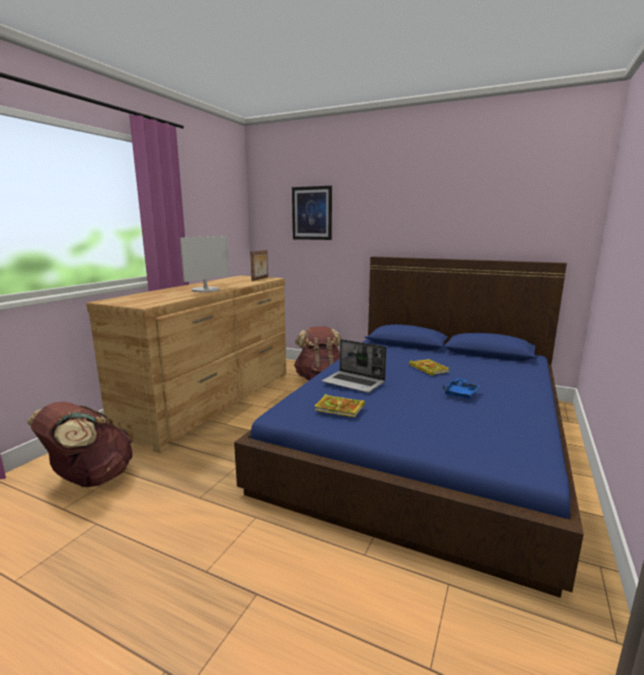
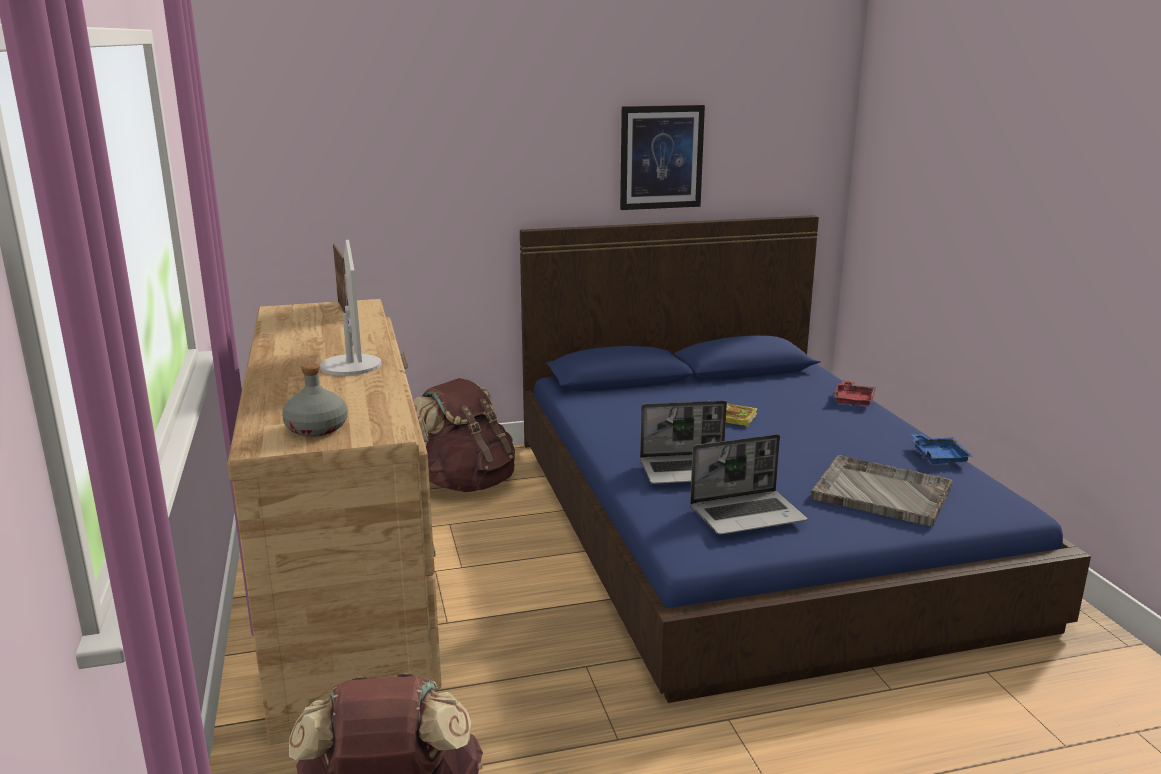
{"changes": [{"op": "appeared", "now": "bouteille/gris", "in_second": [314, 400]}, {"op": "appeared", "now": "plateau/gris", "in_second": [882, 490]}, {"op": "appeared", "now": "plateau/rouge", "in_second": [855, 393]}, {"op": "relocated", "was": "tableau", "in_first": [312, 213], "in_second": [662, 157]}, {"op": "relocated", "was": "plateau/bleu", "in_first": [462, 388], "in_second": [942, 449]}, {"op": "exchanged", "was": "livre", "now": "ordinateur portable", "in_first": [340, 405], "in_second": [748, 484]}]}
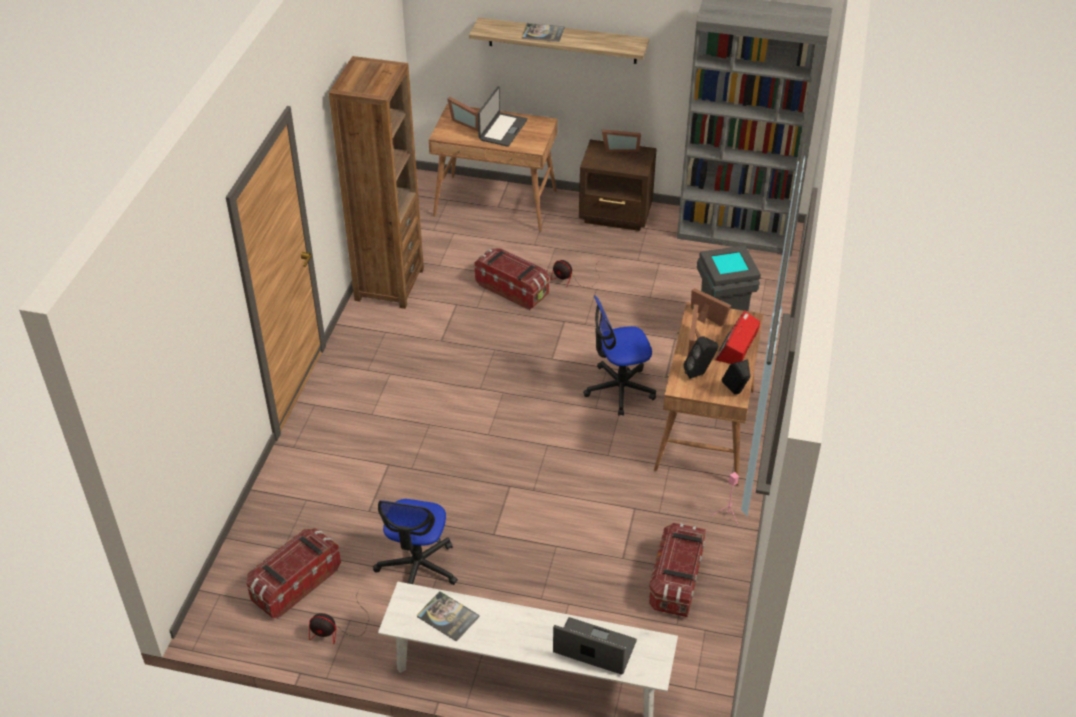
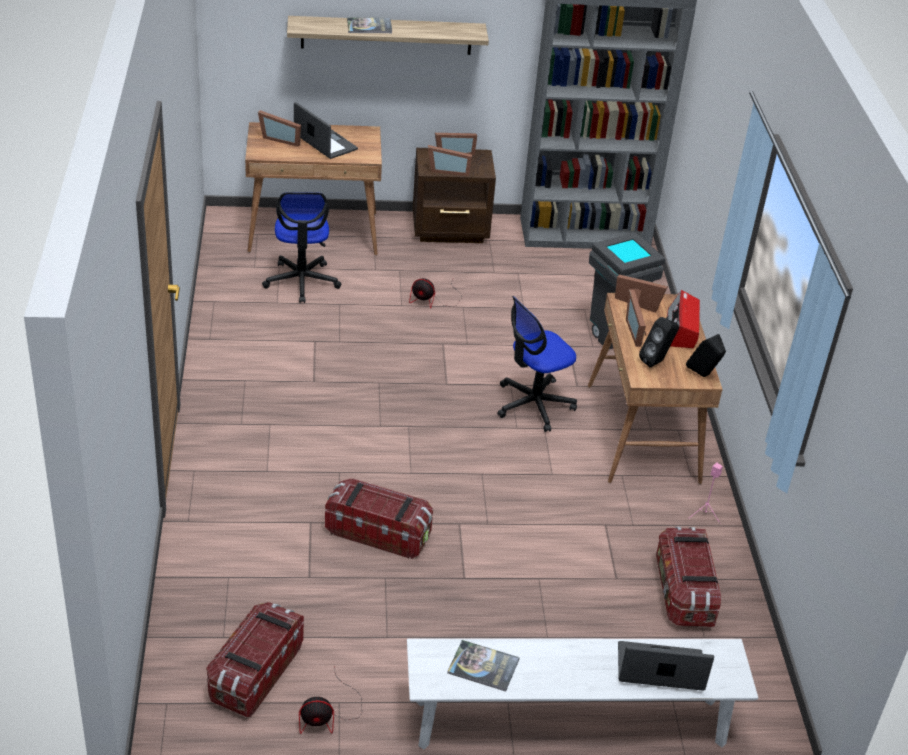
{"changes": [{"op": "missing", "was": "bibliothèque/marron", "in_first": [376, 182]}, {"op": "appeared", "now": "cadre photo", "in_second": [450, 160]}, {"op": "relocated", "was": "chaise de bureau", "in_first": [415, 542], "in_second": [301, 247]}, {"op": "relocated", "was": "boîte de rangement", "in_first": [511, 279], "in_second": [379, 519]}, {"op": "spun", "was": "ordinateur portable", "in_first": [503, 116], "in_second": [326, 130], "clockwise": -45}]}
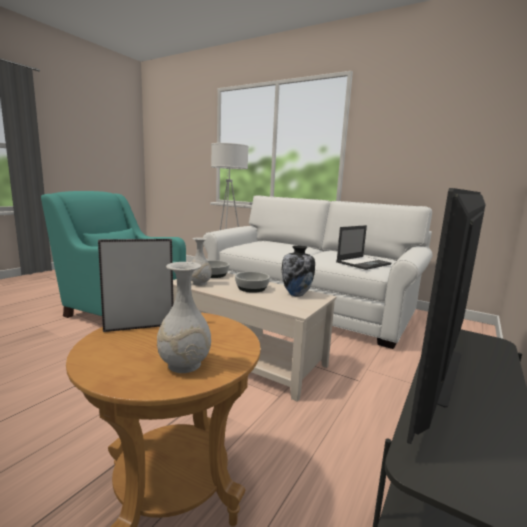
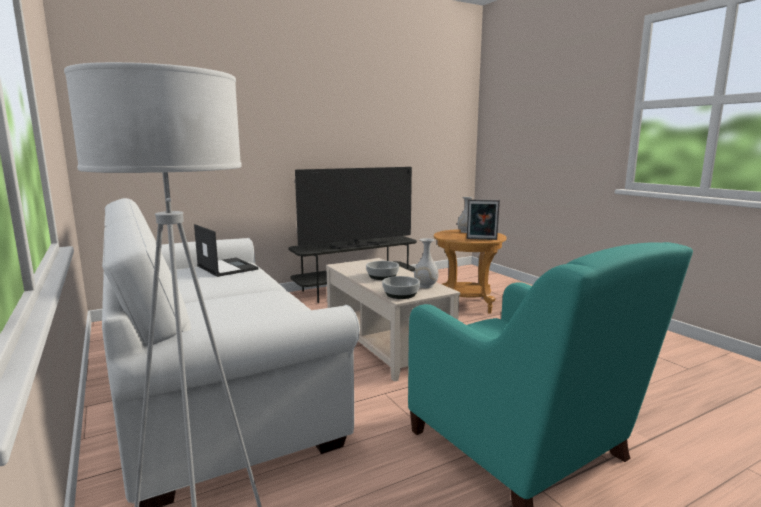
{"changes": [{"op": "missing", "was": "vase", "in_first": [298, 271]}, {"op": "spun", "was": "ordinateur portable", "in_first": [363, 247], "in_second": [226, 250], "clockwise": 60}]}
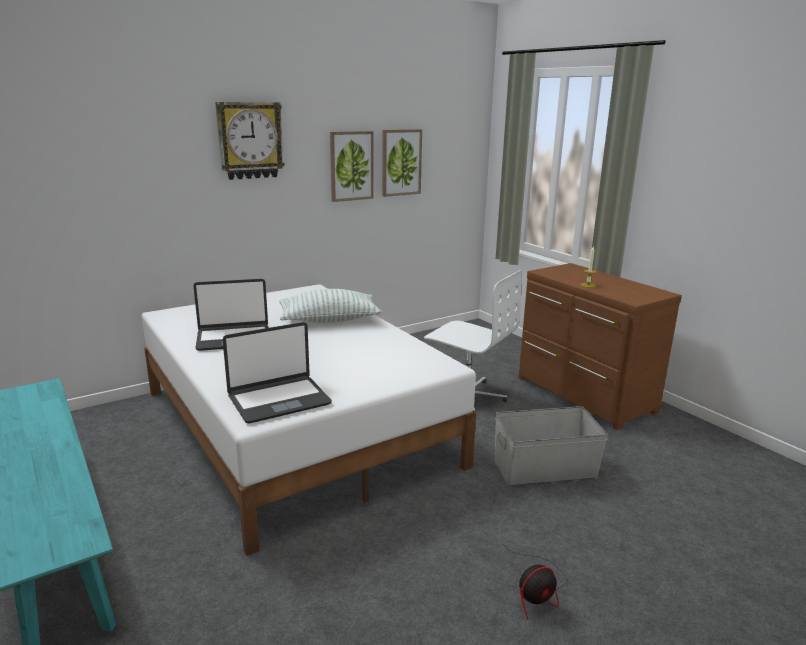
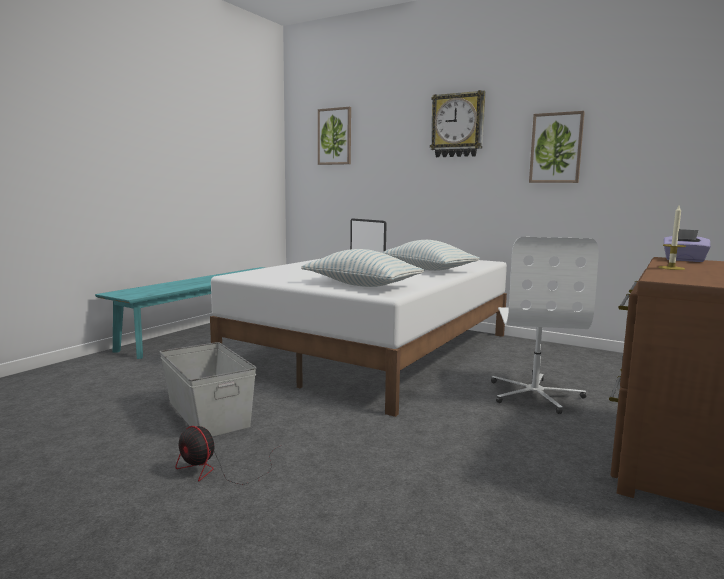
{"changes": [{"op": "missing", "was": "ordinateur portable", "in_first": [277, 372]}, {"op": "appeared", "now": "coussin", "in_second": [362, 268]}, {"op": "appeared", "now": "boîte à mouchoirs/violet", "in_second": [687, 245]}, {"op": "relocated", "was": "tableau", "in_first": [402, 163], "in_second": [334, 136]}, {"op": "relocated", "was": "boîte de rangement/gris", "in_first": [551, 445], "in_second": [208, 389]}]}
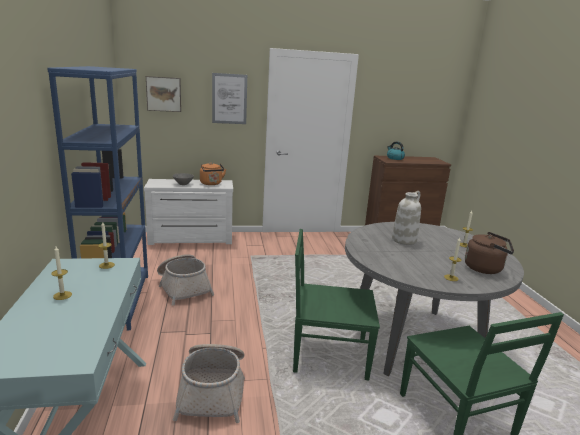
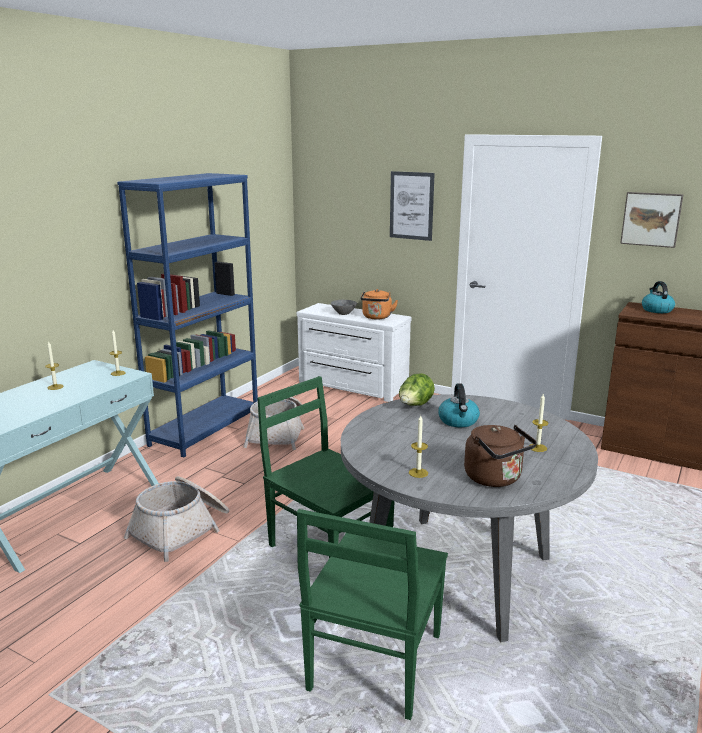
{"changes": [{"op": "appeared", "now": "laitue", "in_second": [417, 389]}, {"op": "relocated", "was": "tableau", "in_first": [163, 94], "in_second": [651, 220]}, {"op": "exchanged", "was": "vase/blanc", "now": "bouilloire", "in_first": [406, 218], "in_second": [459, 405]}]}
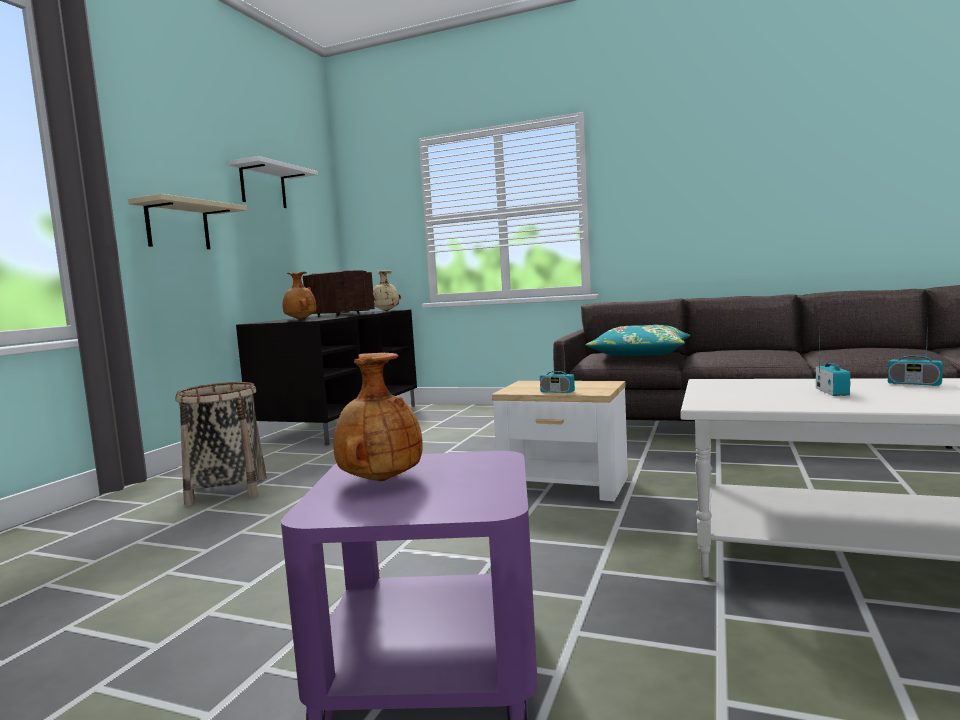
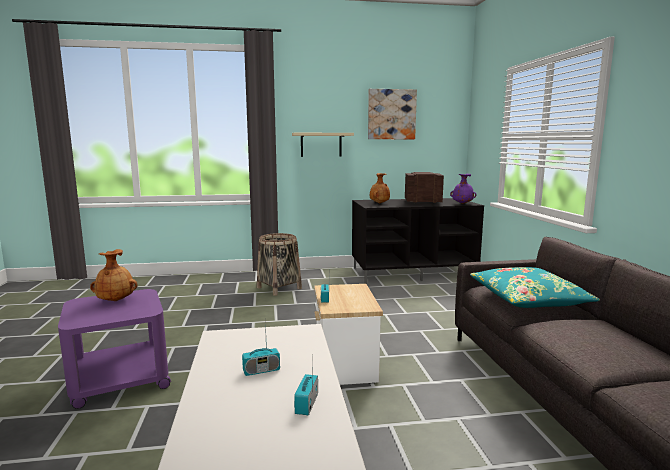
{"changes": [{"op": "exchanged", "was": "étagère/blanc", "now": "tableau", "in_first": [273, 182], "in_second": [392, 114]}, {"op": "colour", "was": "vase/beige", "now": "vase/violet", "in_first": [387, 290], "in_second": [463, 189]}]}
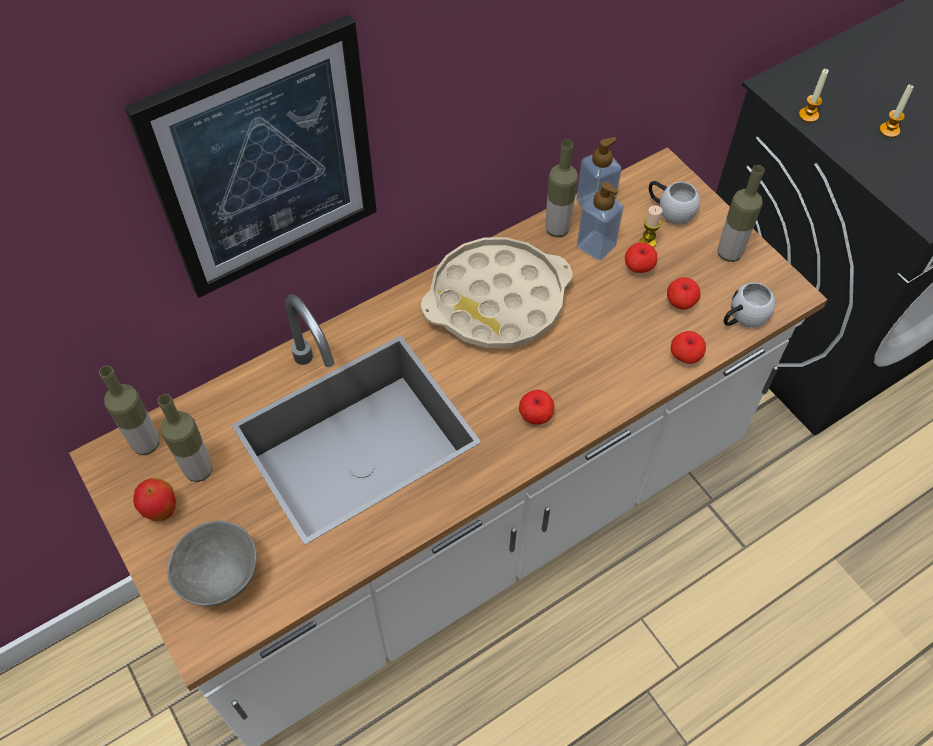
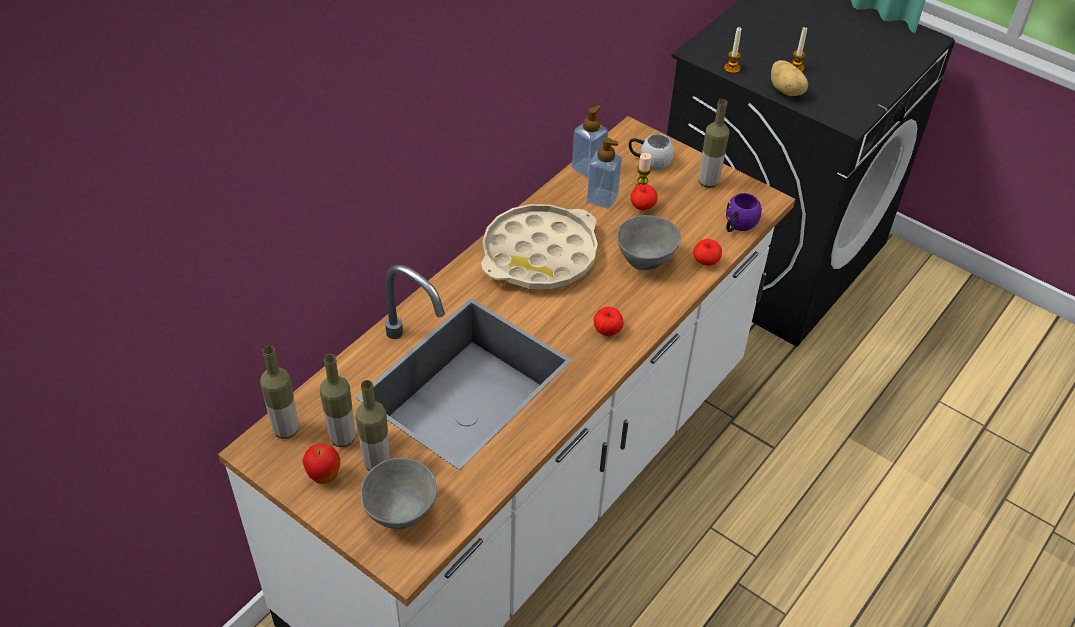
{"changes": [{"op": "missing", "was": "tableau", "in_first": [250, 156]}, {"op": "missing", "was": "pomme", "in_first": [684, 293]}, {"op": "appeared", "now": "bol/gris", "in_second": [649, 242]}, {"op": "appeared", "now": "pomme de terre", "in_second": [789, 78]}, {"op": "relocated", "was": "bouteille", "in_first": [561, 188], "in_second": [372, 425]}, {"op": "colour", "was": "mug/blanc", "now": "mug/violet", "in_first": [749, 304], "in_second": [744, 212]}]}
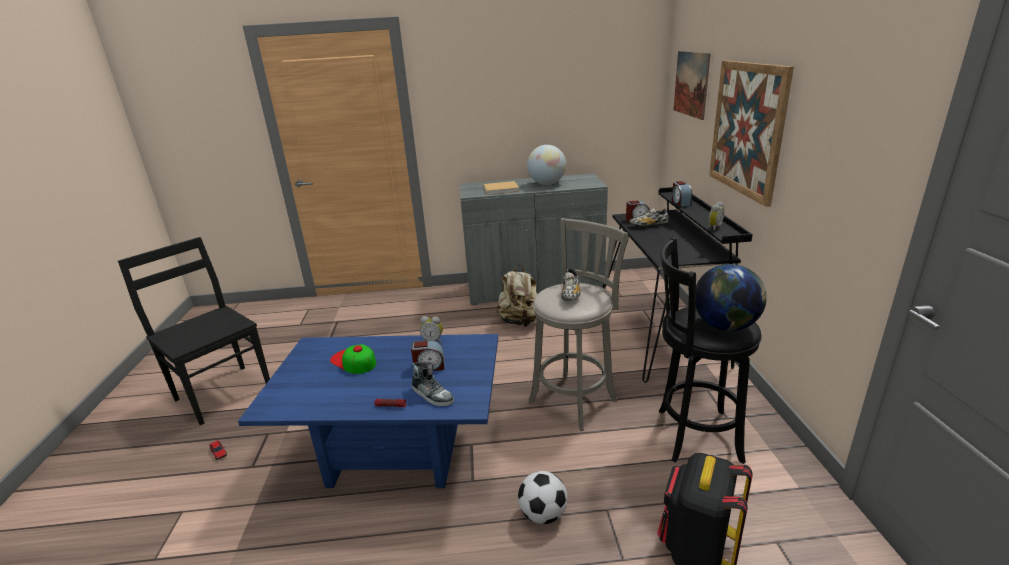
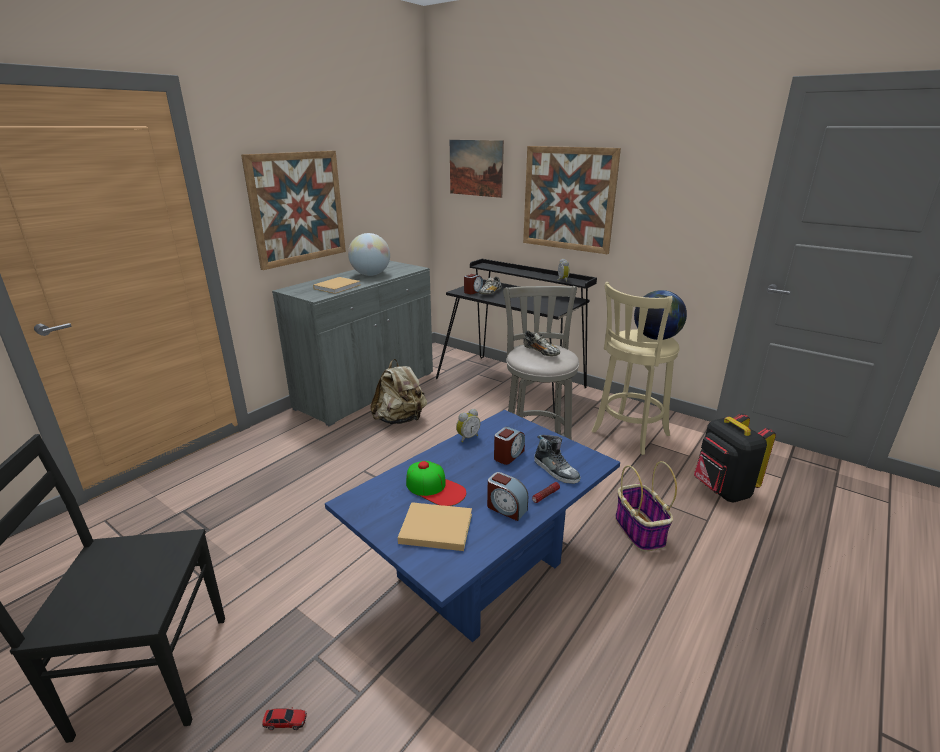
{"changes": [{"op": "appeared", "now": "tableau", "in_second": [293, 210]}, {"op": "appeared", "now": "livre/beige", "in_second": [435, 526]}, {"op": "relocated", "was": "réveil", "in_first": [682, 194], "in_second": [507, 496]}, {"op": "exchanged", "was": "ballon de foot", "now": "panier", "in_first": [543, 497], "in_second": [646, 506]}, {"op": "colour", "was": "tabouret/noir", "now": "tabouret/beige", "in_first": [710, 350], "in_second": [636, 368]}, {"op": "spun", "was": "casquette", "in_first": [353, 359], "in_second": [436, 483], "clockwise": -135}, {"op": "spun", "was": "chaussure", "in_first": [432, 384], "in_second": [557, 459], "clockwise": 60}]}
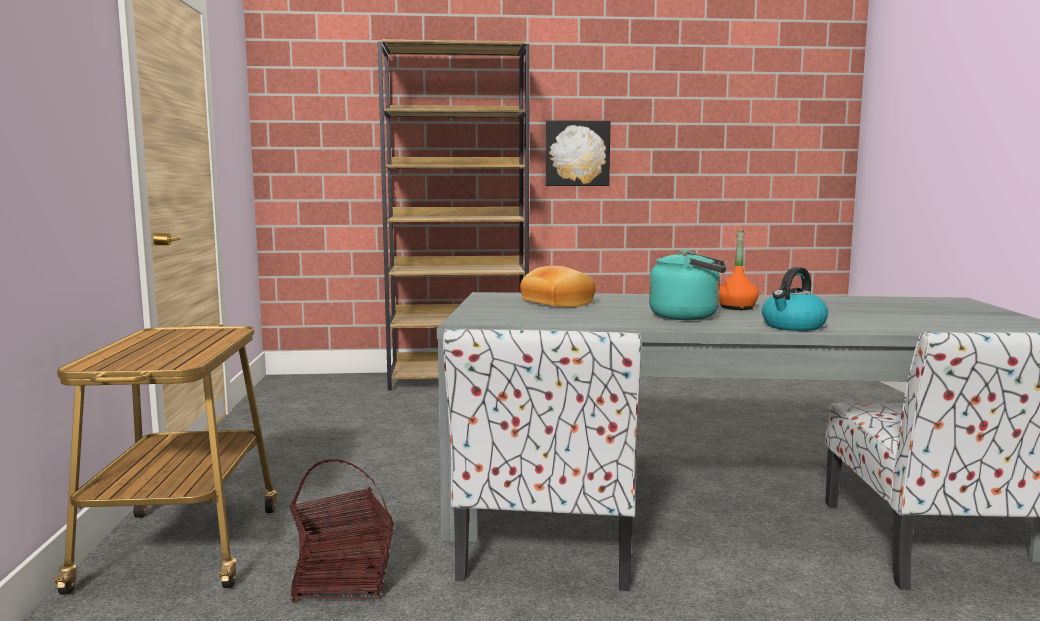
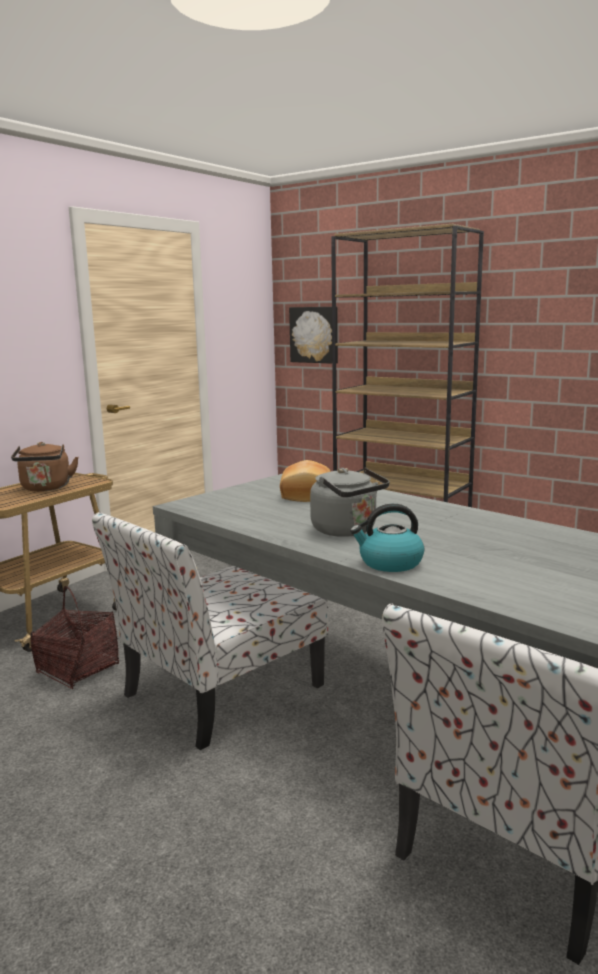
{"changes": [{"op": "missing", "was": "bouteille/orange", "in_first": [739, 270]}, {"op": "appeared", "now": "bouilloire/marron", "in_second": [45, 467]}, {"op": "relocated", "was": "tableau", "in_first": [578, 153], "in_second": [313, 335]}, {"op": "colour", "was": "bouilloire/turquoise", "now": "bouilloire/gris", "in_first": [687, 285], "in_second": [350, 502]}]}
